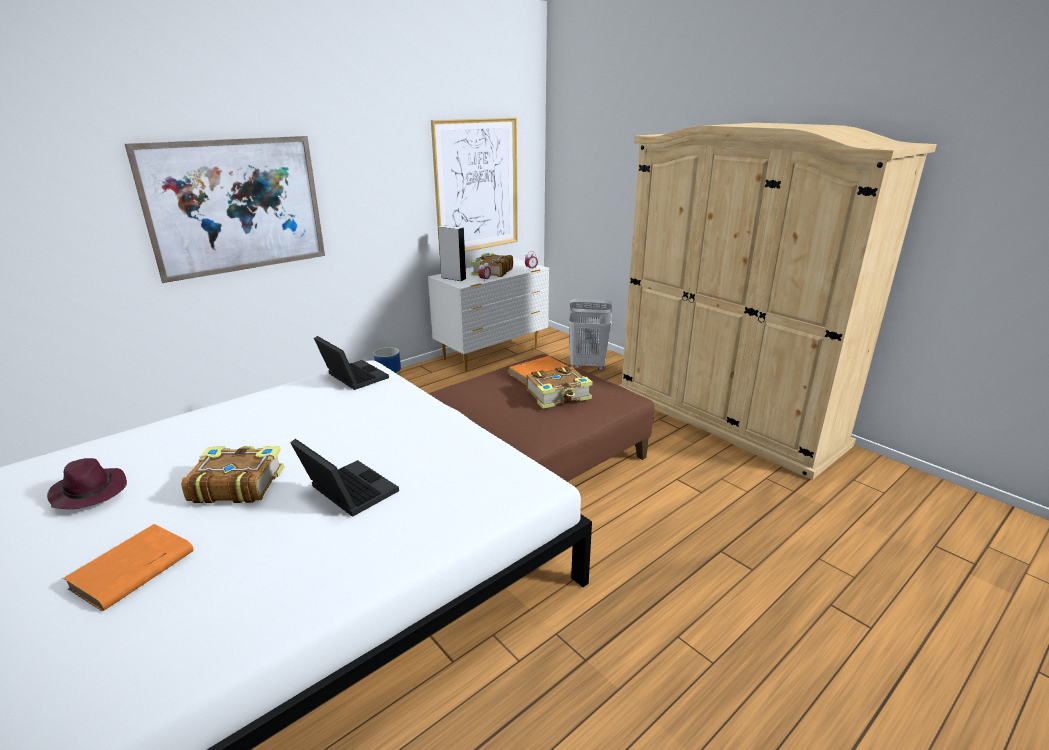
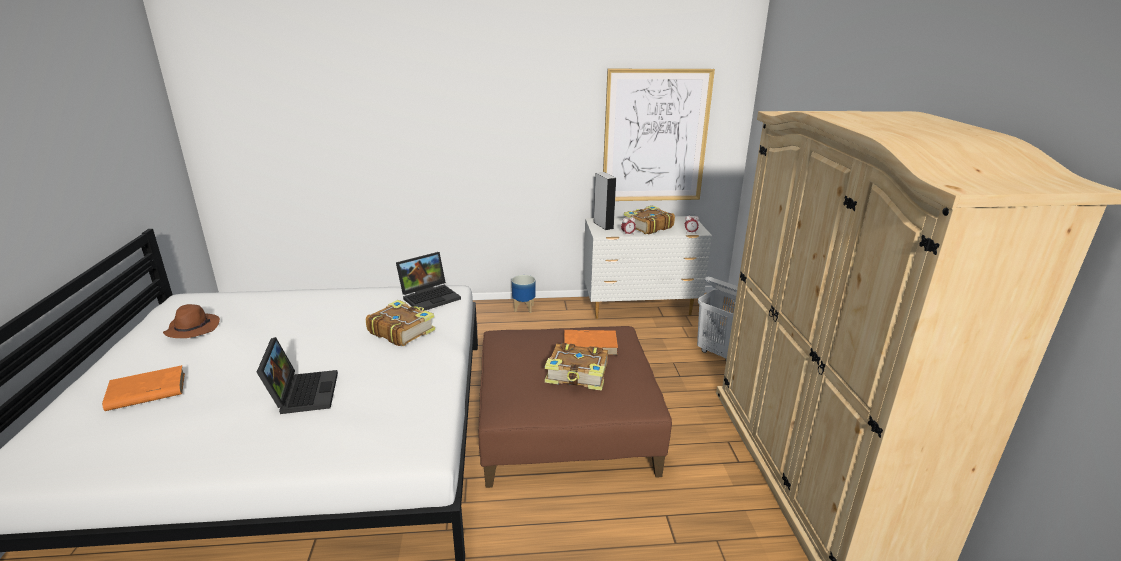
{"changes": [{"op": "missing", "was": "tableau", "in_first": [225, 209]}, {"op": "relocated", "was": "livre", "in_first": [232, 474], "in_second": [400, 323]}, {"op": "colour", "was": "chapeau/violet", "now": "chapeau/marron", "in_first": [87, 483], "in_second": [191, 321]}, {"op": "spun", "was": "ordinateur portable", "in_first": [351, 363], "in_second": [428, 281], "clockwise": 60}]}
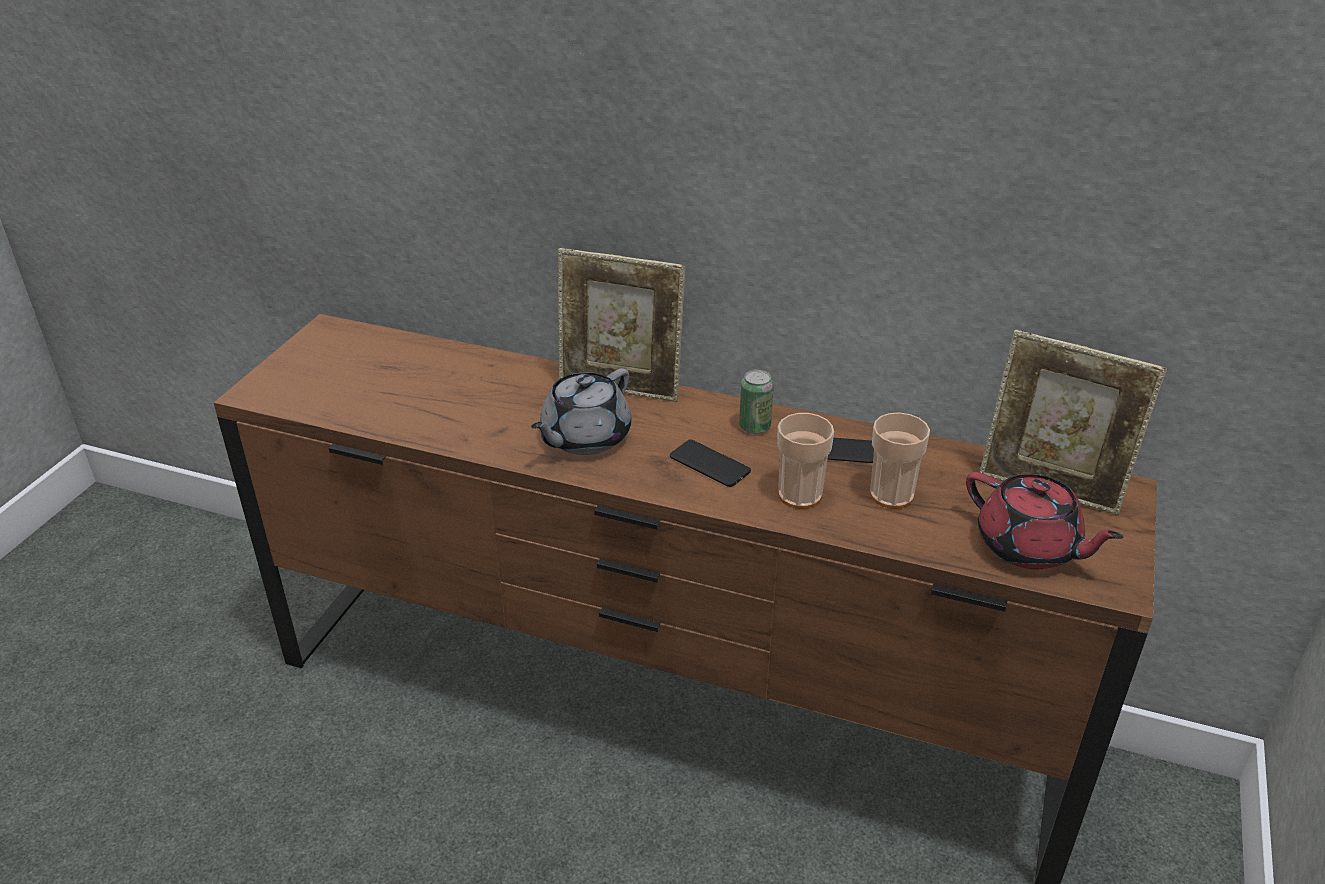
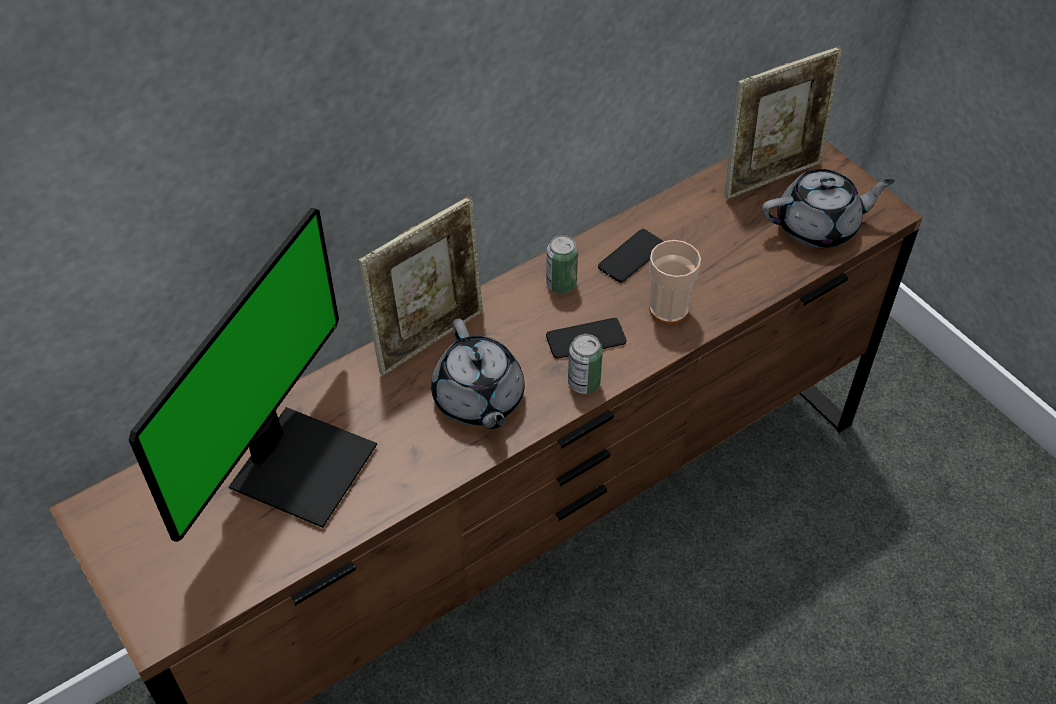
{"changes": [{"op": "missing", "was": "tasse", "in_first": [900, 460]}, {"op": "appeared", "now": "écran d'ordinateur", "in_second": [253, 375]}, {"op": "appeared", "now": "boîte métallique", "in_second": [585, 364]}, {"op": "colour", "was": "théière/rouge", "now": "théière/gris", "in_first": [1045, 520], "in_second": [828, 208]}]}
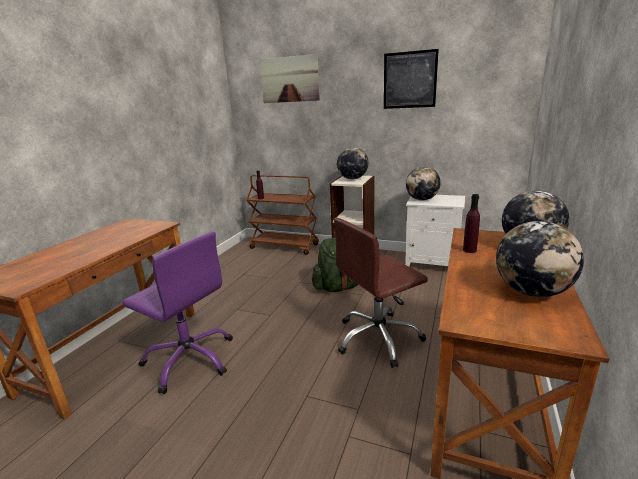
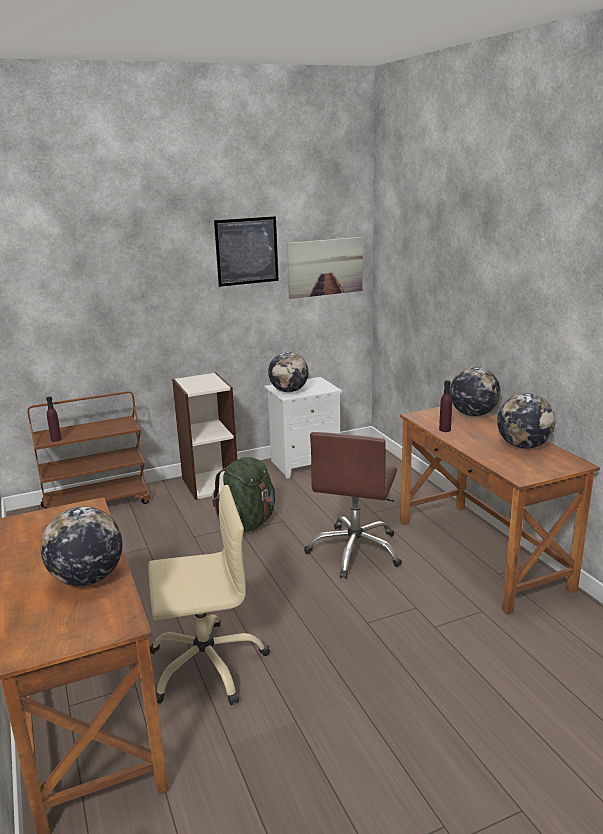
{"changes": [{"op": "relocated", "was": "tableau", "in_first": [289, 78], "in_second": [325, 268]}, {"op": "relocated", "was": "globe", "in_first": [352, 163], "in_second": [81, 546]}, {"op": "colour", "was": "chaise de bureau/violet", "now": "chaise de bureau/beige", "in_first": [178, 313], "in_second": [209, 595]}]}
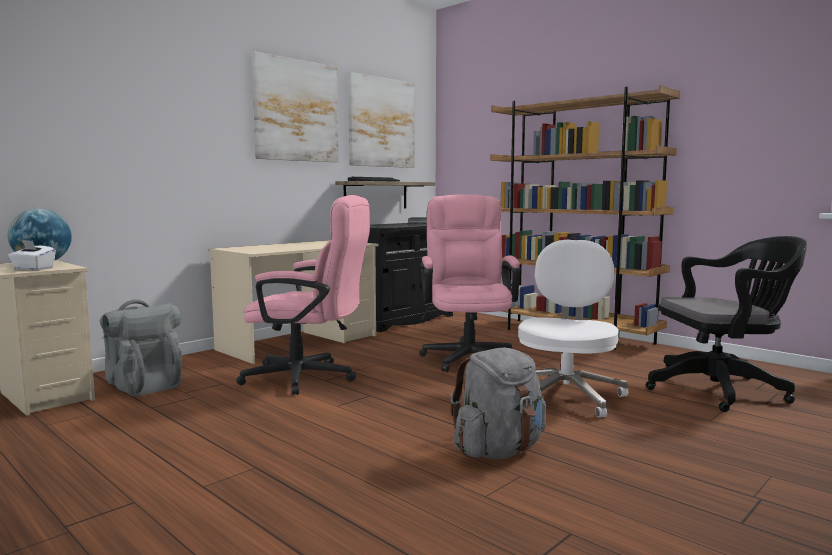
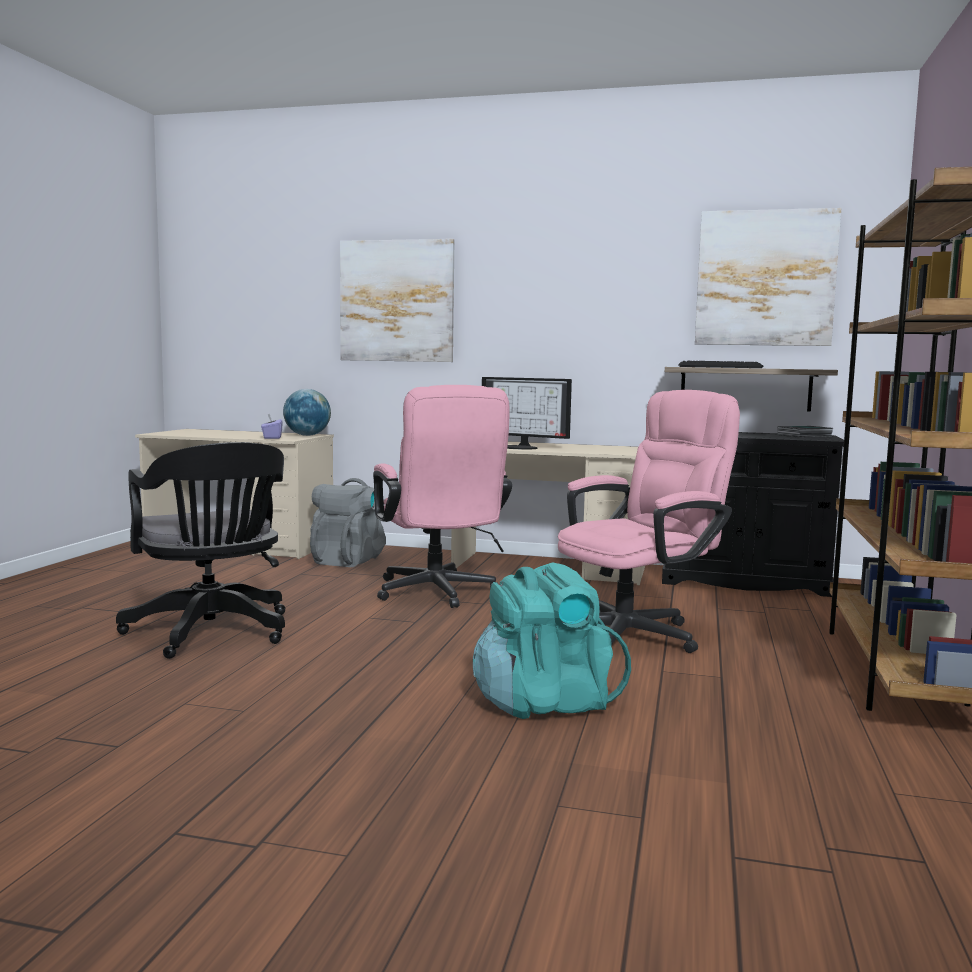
{"changes": [{"op": "missing", "was": "sac à dos/gris", "in_first": [498, 403]}, {"op": "appeared", "now": "écran d'ordinateur", "in_second": [527, 413]}, {"op": "relocated", "was": "tableau", "in_first": [295, 106], "in_second": [397, 300]}, {"op": "relocated", "was": "chaise de bureau/noir", "in_first": [727, 324], "in_second": [200, 550]}, {"op": "exchanged", "was": "chaise de bureau/blanc", "now": "sac à dos/turquoise", "in_first": [573, 328], "in_second": [552, 640]}, {"op": "colour", "was": "boîte à mouchoirs/blanc", "now": "boîte à mouchoirs/violet", "in_first": [32, 255], "in_second": [272, 426]}]}
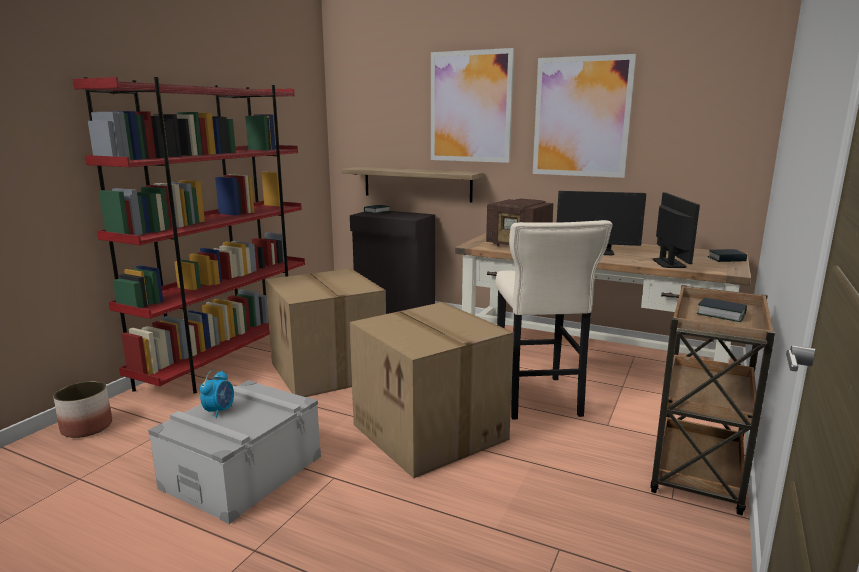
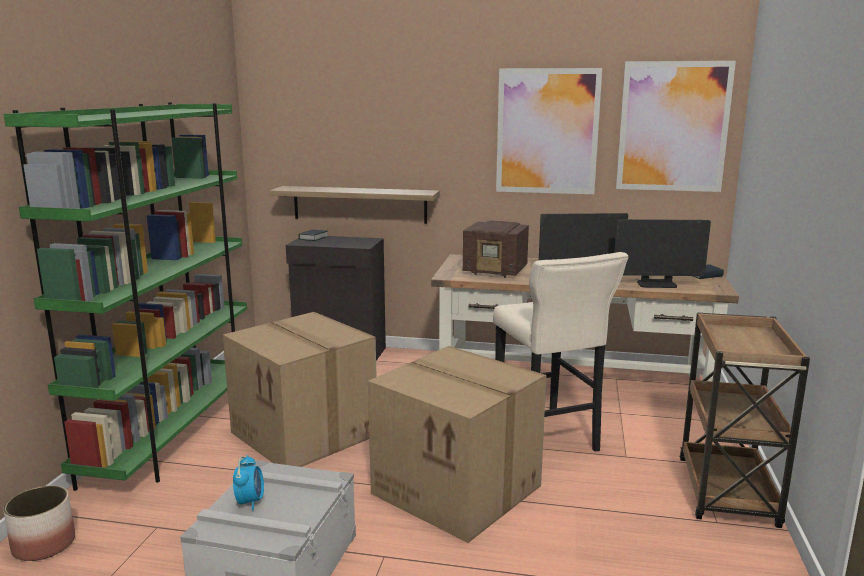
{"changes": [{"op": "missing", "was": "livre", "in_first": [722, 310]}, {"op": "relocated", "was": "tableau", "in_first": [472, 105], "in_second": [676, 126]}, {"op": "colour", "was": "bibliothèque/rouge", "now": "bibliothèque/vert", "in_first": [189, 235], "in_second": [125, 296]}, {"op": "spun", "was": "écran d'ordinateur", "in_first": [676, 230], "in_second": [662, 253], "clockwise": 105}]}
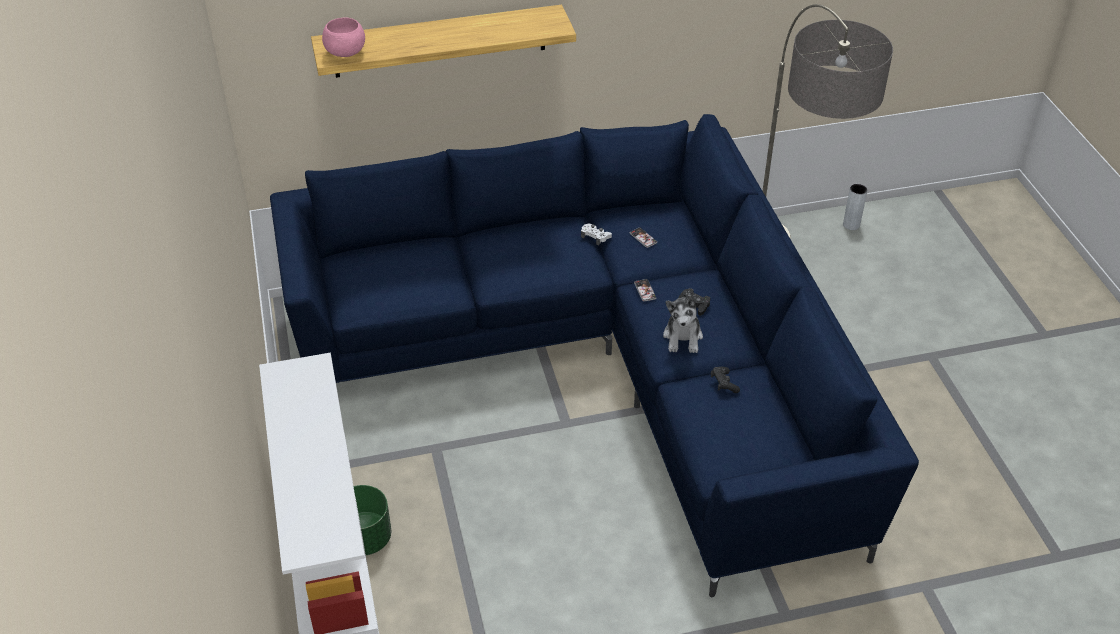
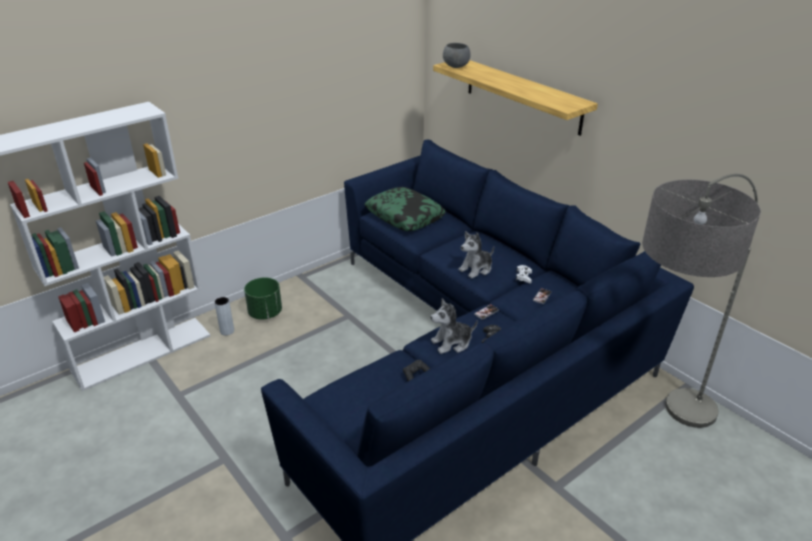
{"changes": [{"op": "appeared", "now": "coussin", "in_second": [405, 209]}, {"op": "appeared", "now": "peluche", "in_second": [476, 254]}, {"op": "relocated", "was": "vase/gris", "in_first": [855, 207], "in_second": [224, 316]}, {"op": "colour", "was": "bol/rose", "now": "bol/gris", "in_first": [343, 37], "in_second": [457, 55]}]}
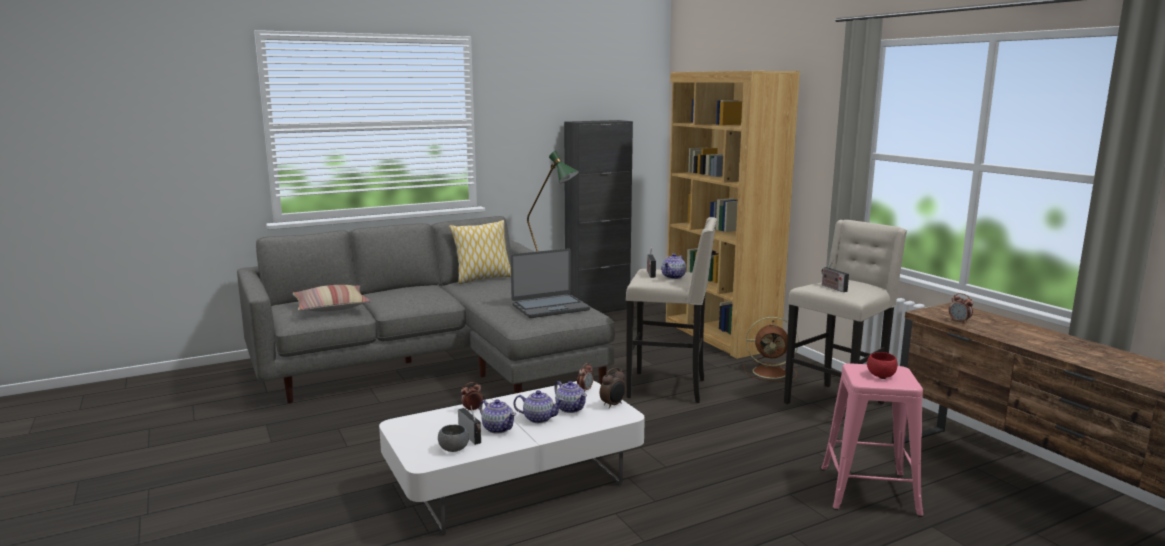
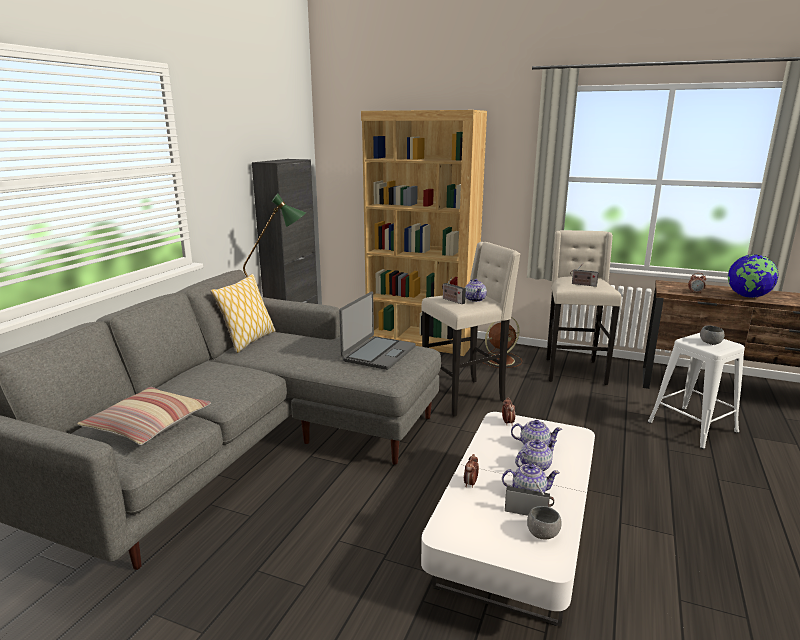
{"changes": [{"op": "missing", "was": "réveil", "in_first": [613, 388]}, {"op": "appeared", "now": "globe", "in_second": [753, 276]}, {"op": "colour", "was": "tabouret/rose", "now": "tabouret/blanc", "in_first": [872, 440], "in_second": [696, 391]}, {"op": "colour", "was": "bol/rouge", "now": "bol/gris", "in_first": [882, 365], "in_second": [712, 335]}]}
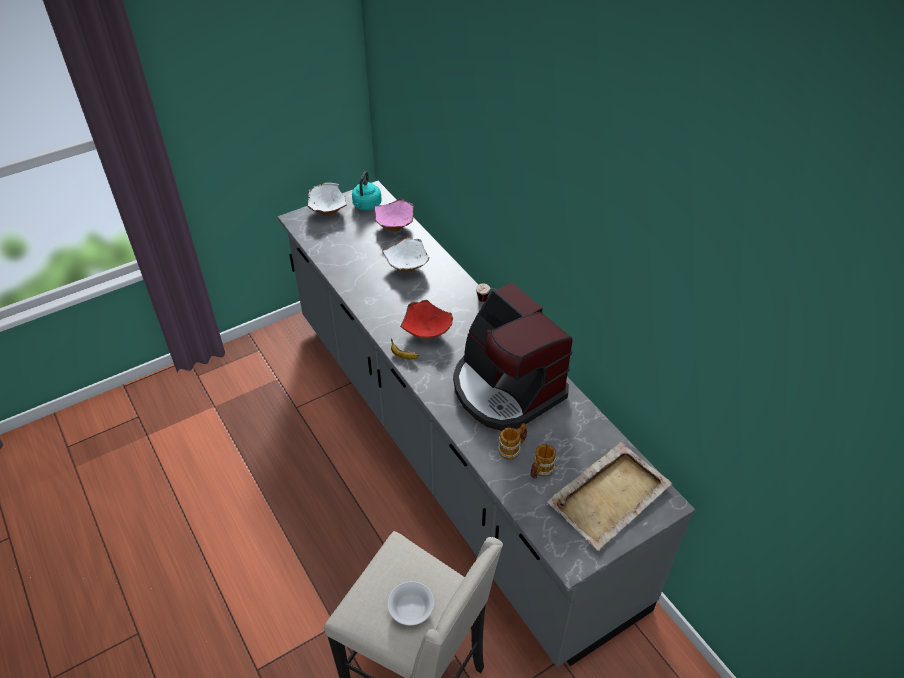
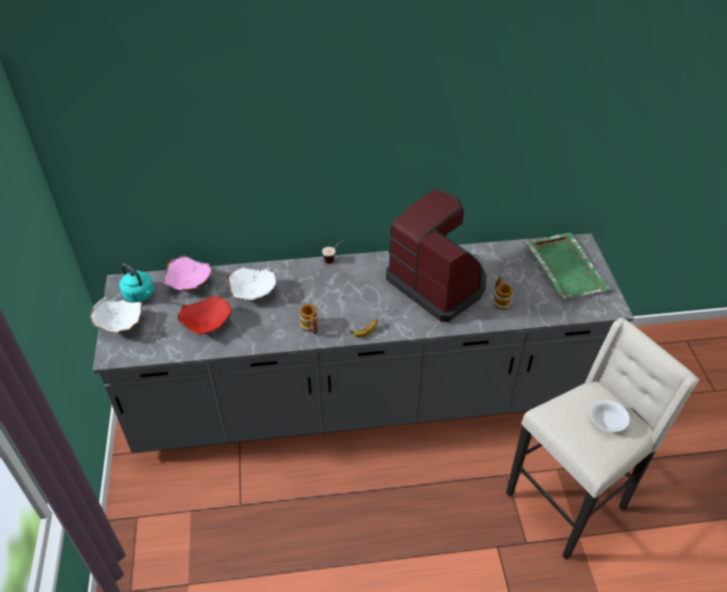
{"changes": [{"op": "relocated", "was": "bol/rouge", "in_first": [426, 319], "in_second": [204, 315]}, {"op": "relocated", "was": "mug", "in_first": [543, 461], "in_second": [309, 319]}, {"op": "colour", "was": "plateau/beige", "now": "plateau/vert", "in_first": [609, 496], "in_second": [568, 266]}, {"op": "spun", "was": "machine à café", "in_first": [513, 356], "in_second": [436, 255], "clockwise": -120}]}
